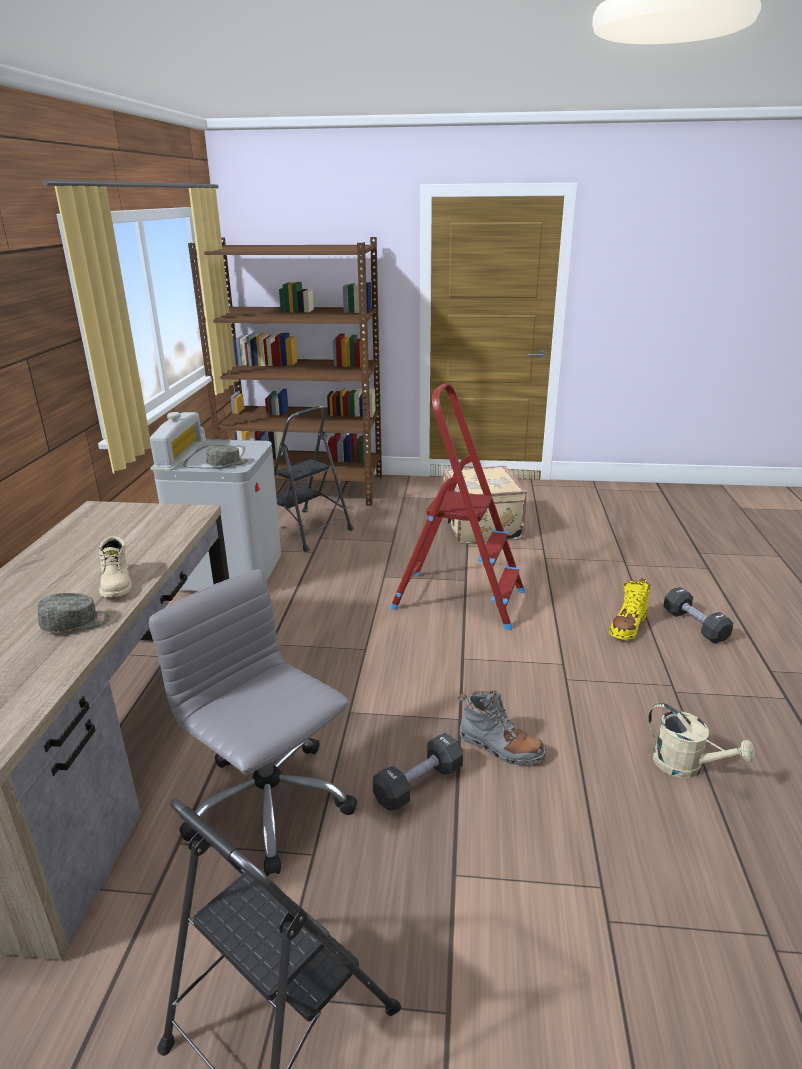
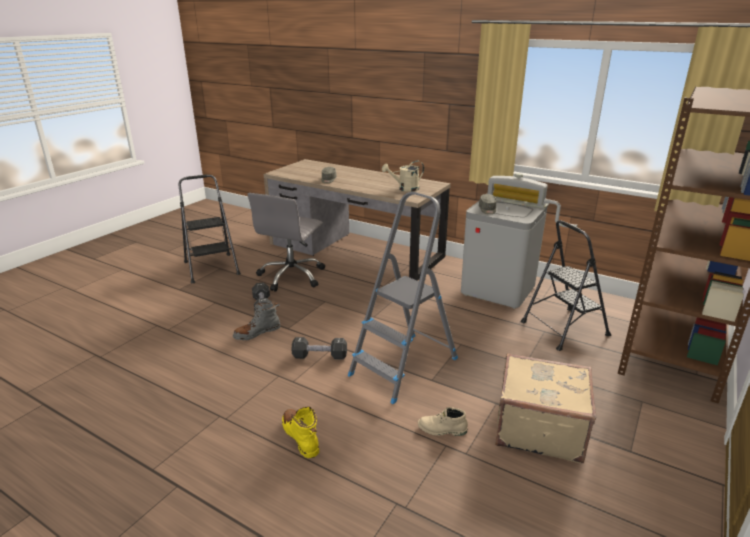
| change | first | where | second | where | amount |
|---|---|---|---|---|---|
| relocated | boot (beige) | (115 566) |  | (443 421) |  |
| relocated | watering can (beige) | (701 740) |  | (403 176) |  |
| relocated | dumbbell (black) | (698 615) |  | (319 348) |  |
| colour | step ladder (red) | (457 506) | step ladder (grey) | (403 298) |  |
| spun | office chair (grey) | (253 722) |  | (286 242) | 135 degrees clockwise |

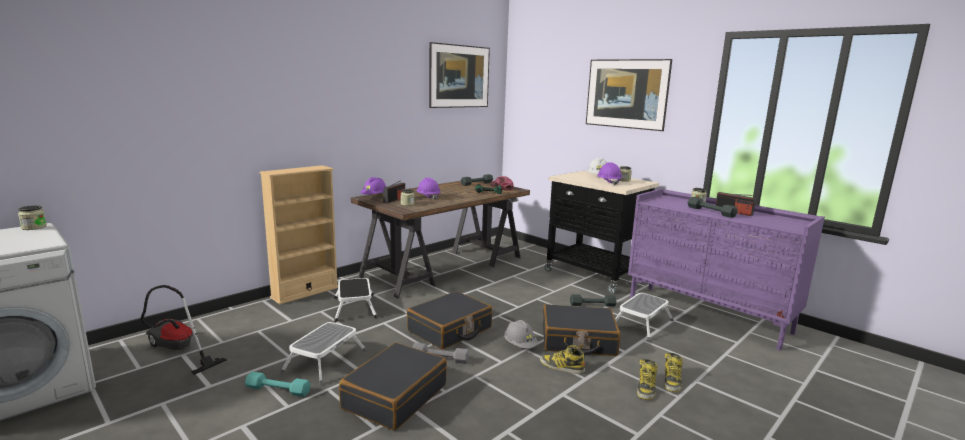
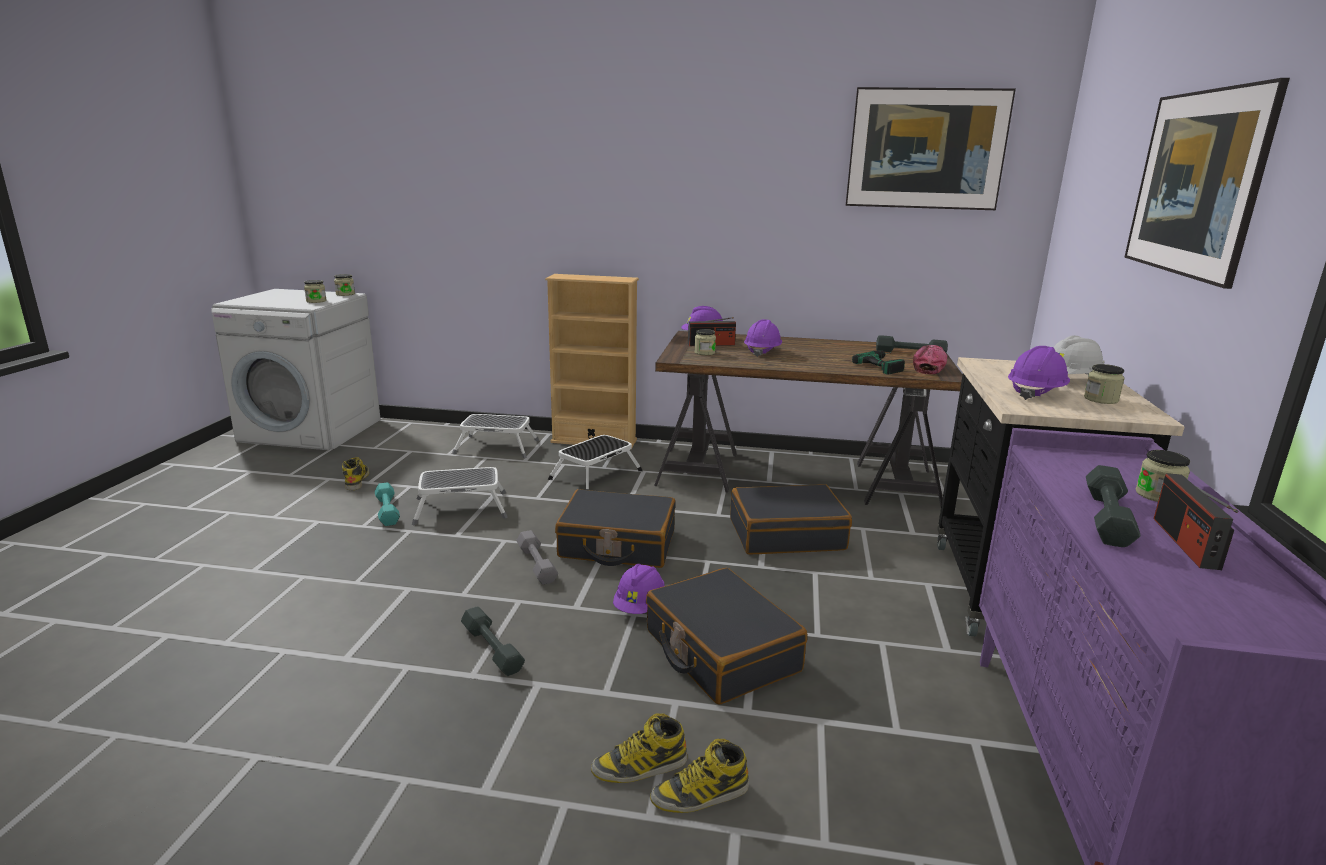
| change | first | where | second | where | amount |
|---|---|---|---|---|---|
| missing | vacuum cleaner | (184 330) |  |  |  |
| appeared |  |  | jar | (315 291) |  |
| relocated | suitcase (black) | (393 387) |  | (791 519) |  |
| relocated | boot | (562 359) |  | (355 473) |  |
| relocated | dumbbell (grey) | (593 300) |  | (493 641) |  |
| relocated | step ladder (grey) | (644 317) |  | (495 436) |  |
| colour | hard hat (grey) | (521 334) | hard hat (purple) | (638 589) |  |

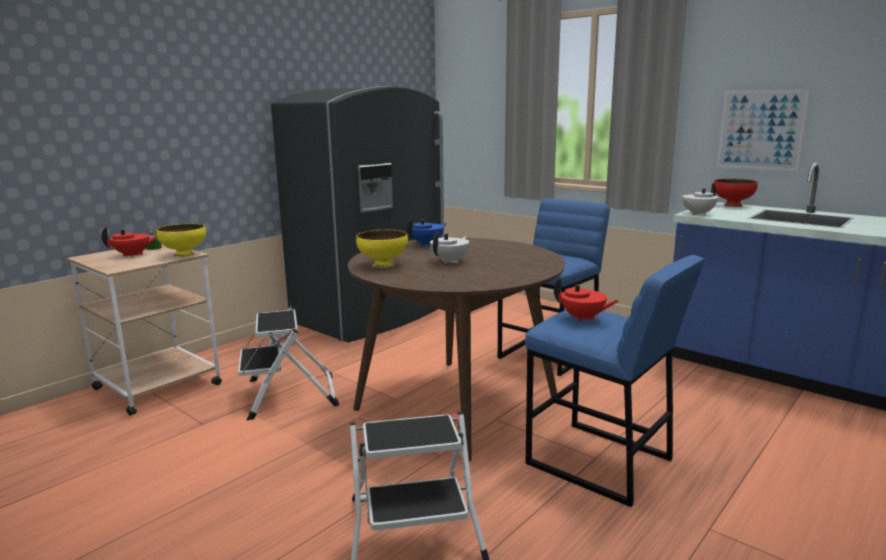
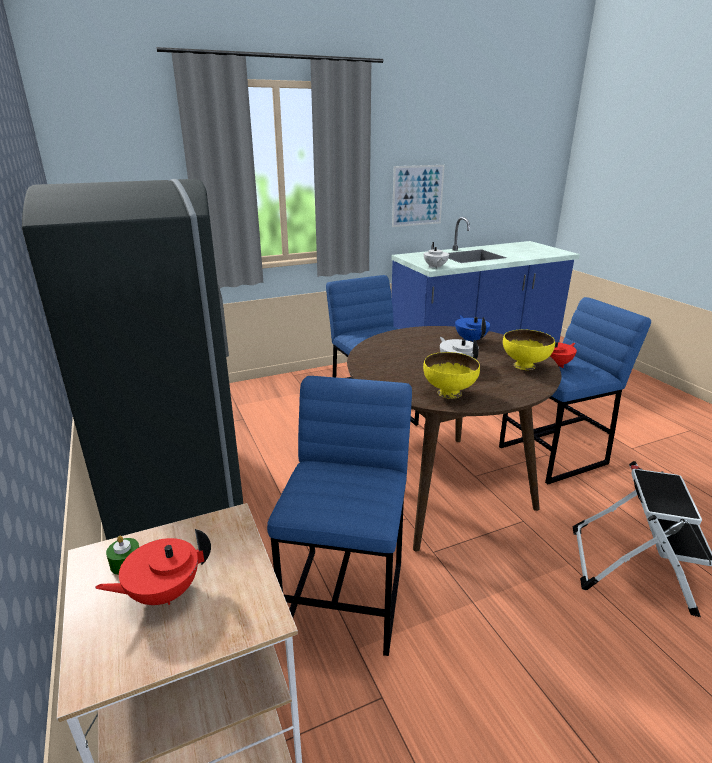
| change | first | where | second | where | amount |
|---|---|---|---|---|---|
| missing | bowl (red) | (736 193) |  |  |  |
| relocated | bowl (yellow) | (181 240) |  | (529 349) |  |
| relocated | teapot (blue) | (427 231) |  | (472 328) |  |
| exchanged | step ladder | (288 363) | stool (blue) | (339 516) |  |
| spun | teapot (red) | (129 241) |  | (153 567) | 120 degrees counterclockwise |

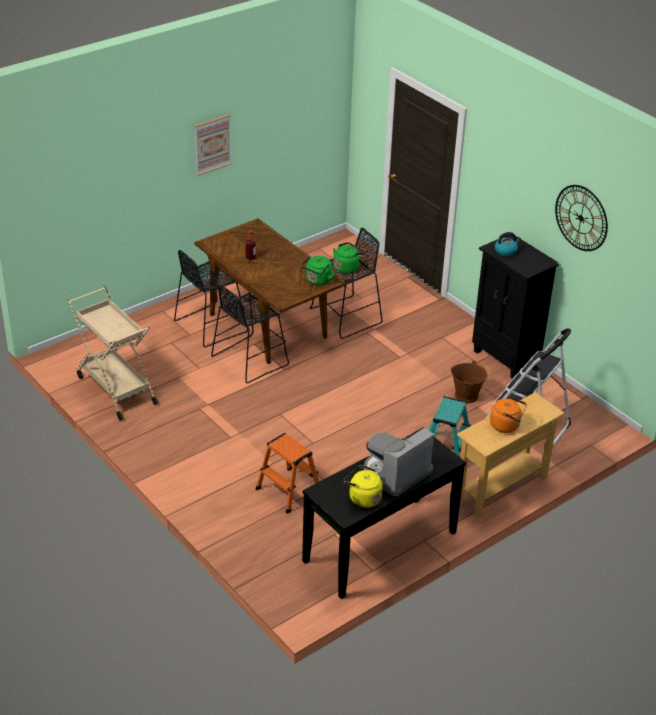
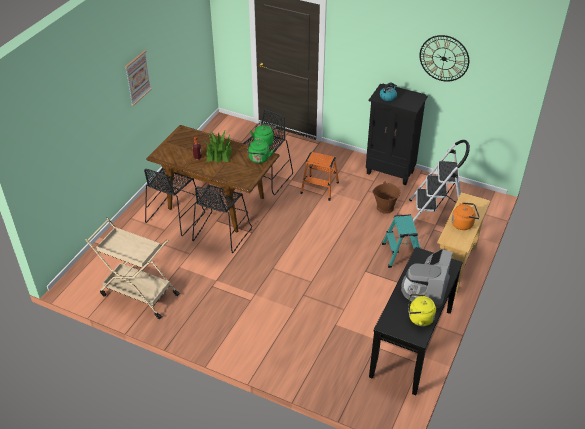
| change | first | where | second | where | amount |
|---|---|---|---|---|---|
| appeared |  |  | potted plant | (219 146) |  |
| relocated | step ladder (orange) | (287 473) |  | (319 176) |  |

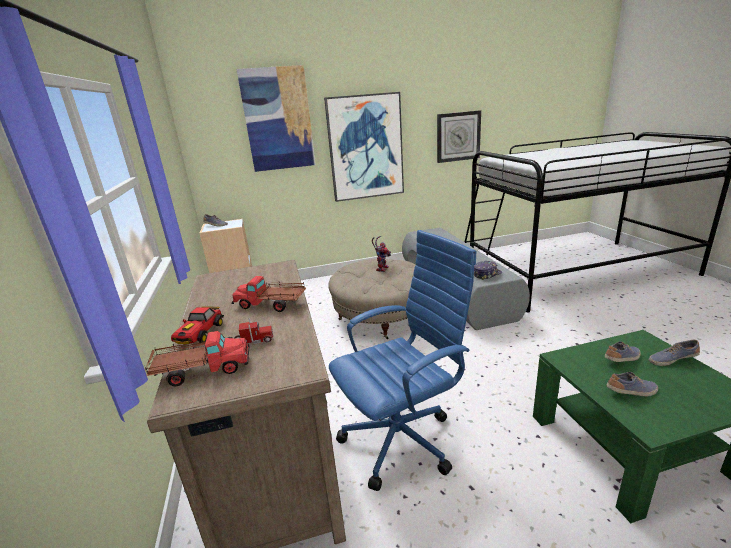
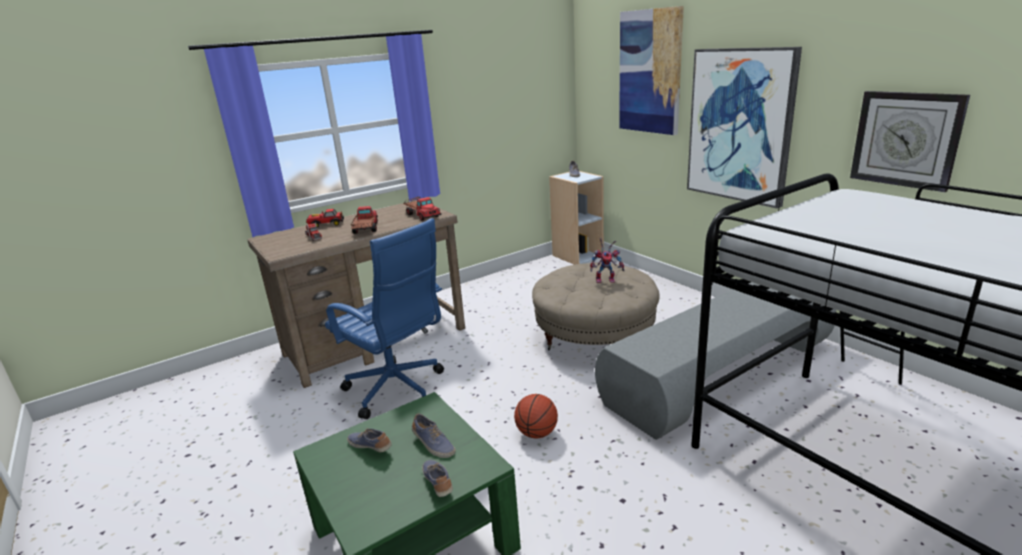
| change | first | where | second | where | amount |
|---|---|---|---|---|---|
| missing | cap | (488 270) |  |  |  |
| appeared |  |  | basketball | (536 416) |  |
| relocated | toy truck | (196 358) |  | (422 209) |  |
| spun | shoe | (632 384) |  | (369 440) | 150 degrees clockwise |

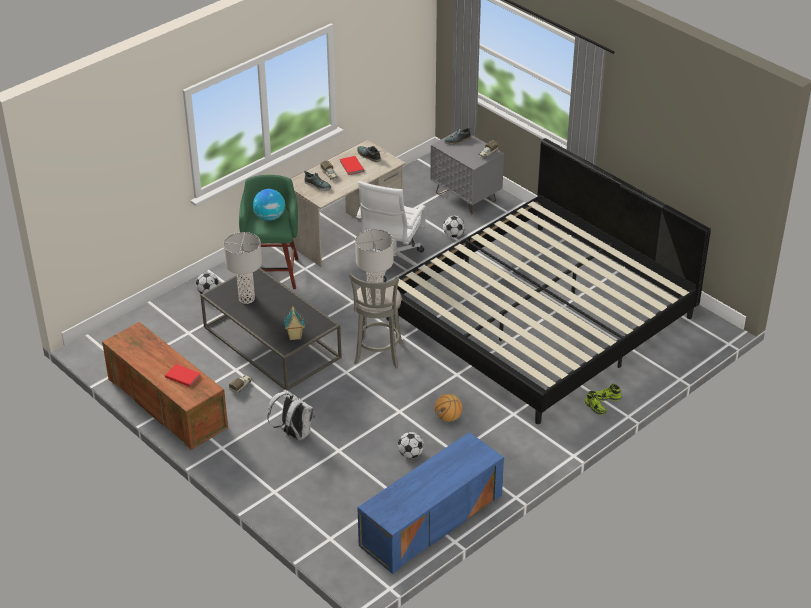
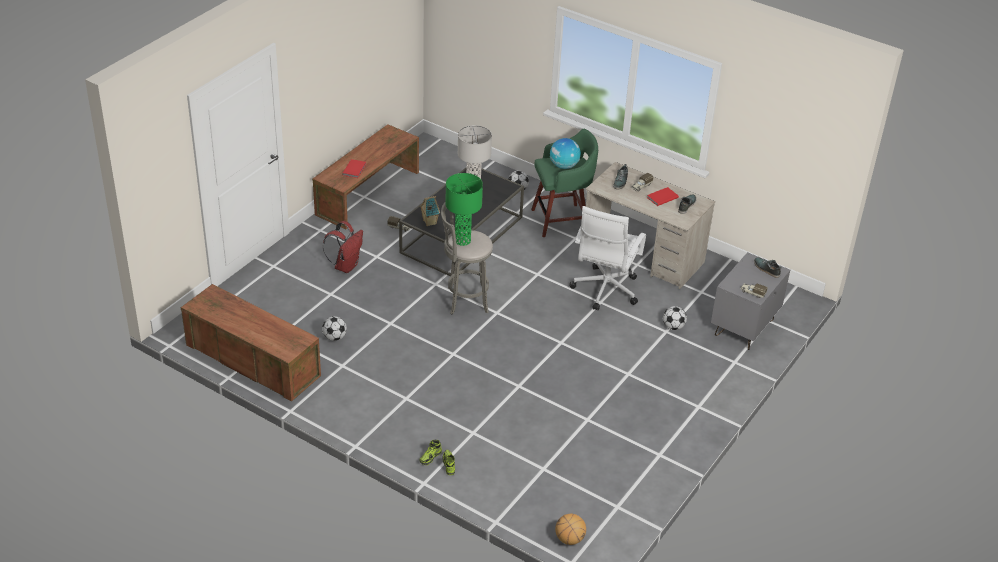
| change | first | where | second | where | amount |
|---|---|---|---|---|---|
| missing | bed | (548 281) |  |  |  |
| relocated | basketball | (448 408) |  | (570 529) |  |
| colour | backpack (white) | (291 415) | backpack (red) | (343 247) |  |
| colour | table lamp (white) | (374 266) | table lamp (green) | (464 209) |  |
| colour | bench (blue) | (430 503) | bench (brown) | (251 343) |  |
| spun | office chair (white) | (391 231) |  | (608 258) | 75 degrees counterclockwise |

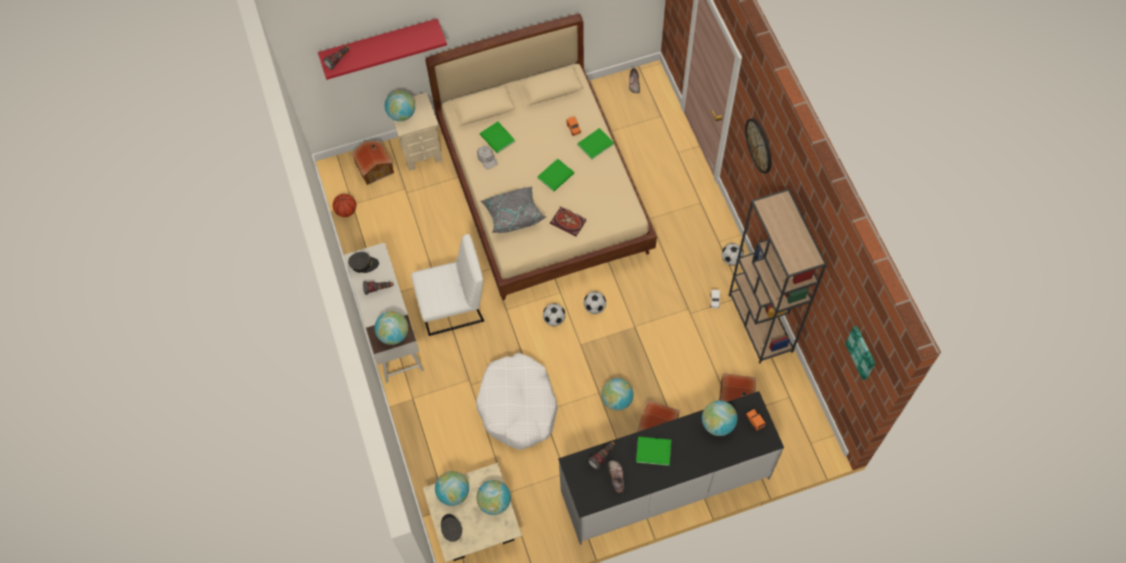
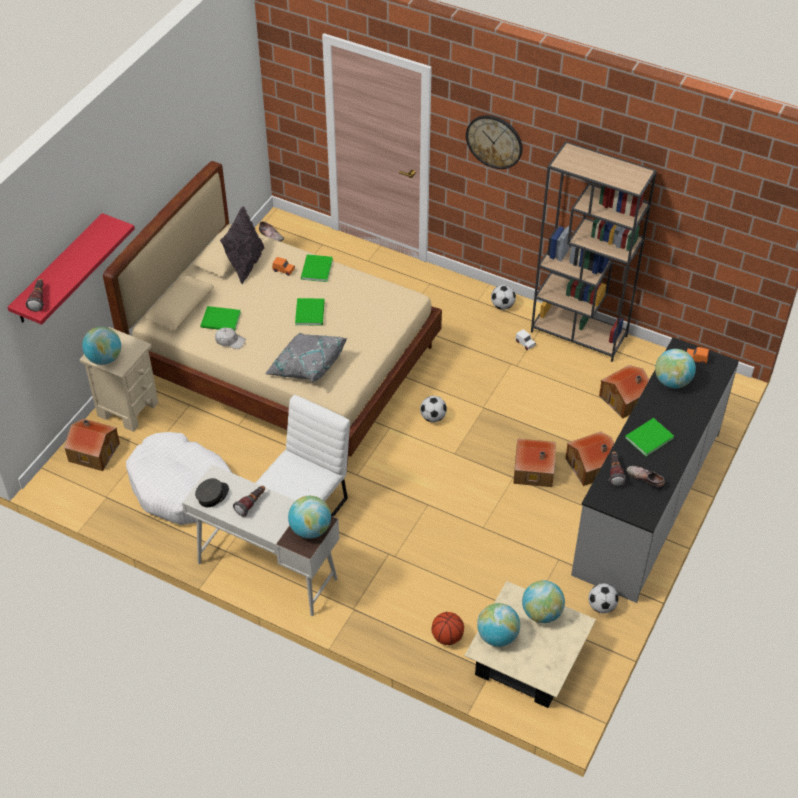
| change | first | where | second | where | amount |
|---|---|---|---|---|---|
| missing | cap (grey) | (451 528) |  |  |  |
| missing | book | (568 222) |  |  |  |
| missing | picture | (860 353) |  |  |  |
| appeared |  |  | pillow (black) | (242 245) |  |
| relocated | basketball | (344 205) |  | (448 628) |  |
| relocated | dog bed (white) | (517 401) |  | (179 478) |  |
| relocated | football | (554 315) |  | (603 598) |  |
| exchanged | globe | (617 394) | toy house | (534 462) |  |

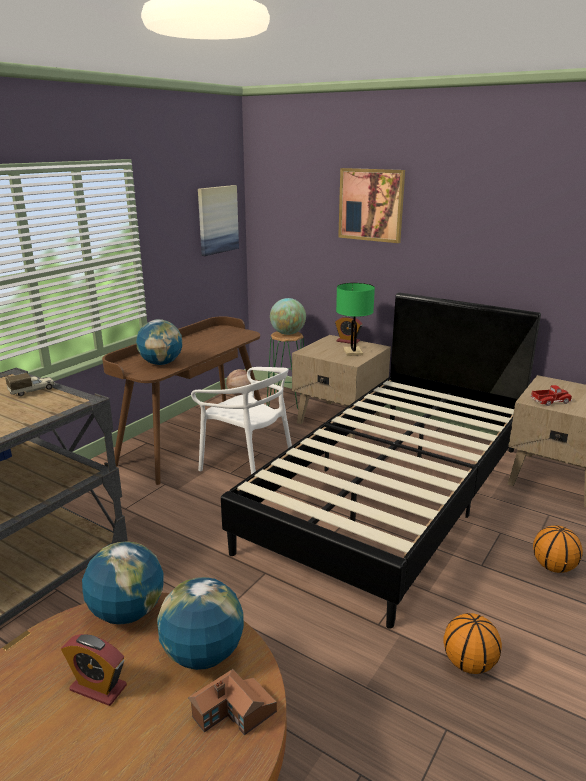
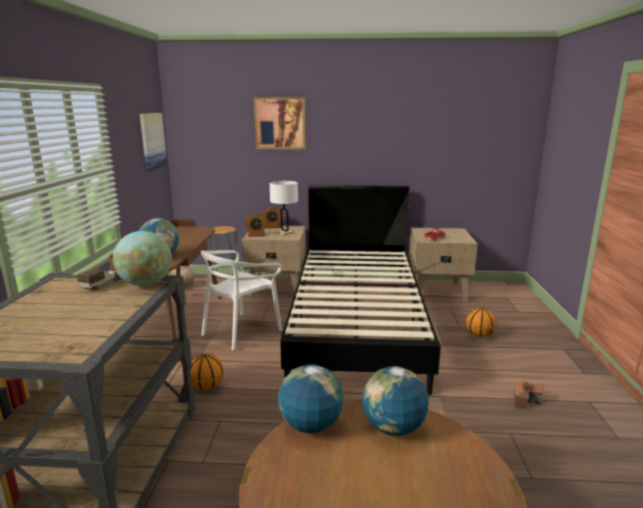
| change | first | where | second | where | amount |
|---|---|---|---|---|---|
| relocated | alarm clock | (94 670) |  | (256 225) |  |
| relocated | toy house | (232 702) |  | (529 395) |  |
| relocated | globe | (288 316) |  | (142 258) |  |
| relocated | basketball | (472 643) |  | (206 371) |  |
| colour | table lamp (green) | (355 319) | table lamp (white) | (284 207) |  |
| spun | chair (white) | (241 420) |  | (241 300) | 120 degrees clockwise |

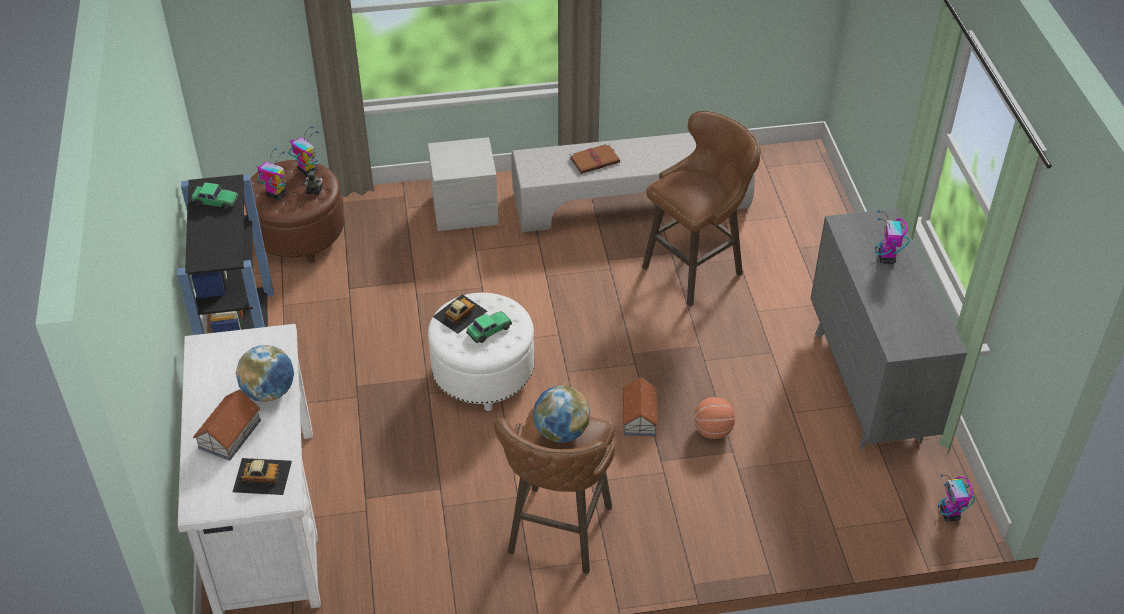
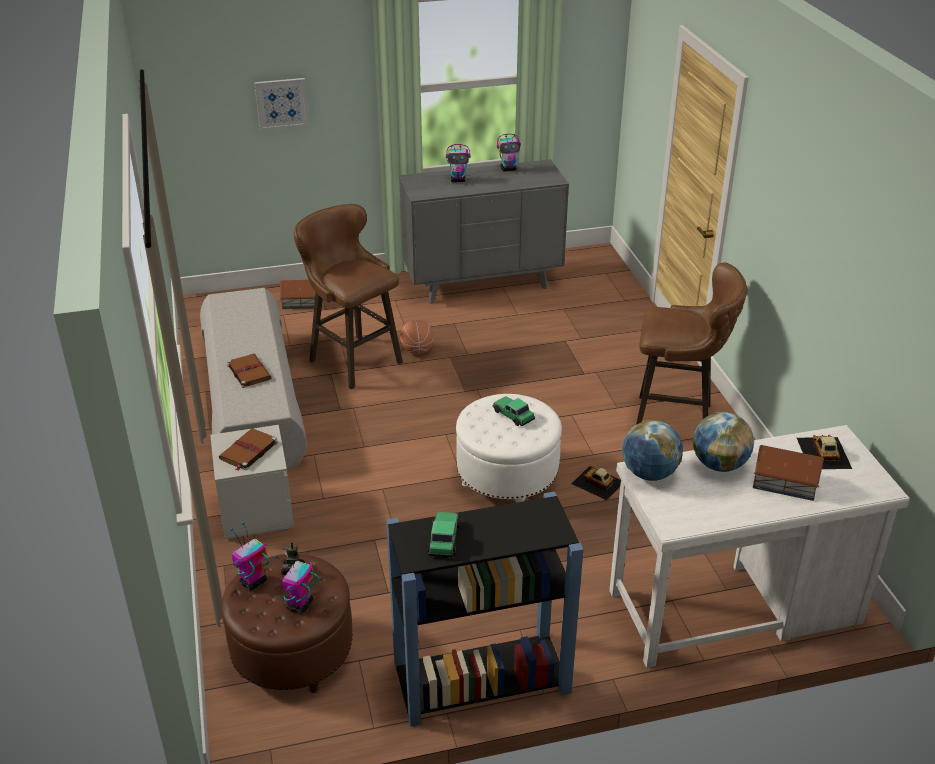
| change | first | where | second | where | amount |
|---|---|---|---|---|---|
| appeared |  |  | book (brown) | (248 450) |  |
| appeared |  |  | picture | (281 104) |  |
| relocated | toy car | (460 314) |  | (596 483) |  |
| relocated | globe | (561 414) |  | (652 450) |  |
| relocated | toy house | (640 406) |  | (297 294) |  |
| relocated | basketball | (714 418) |  | (417 337) |  |
| relocated | toy robot | (956 498) |  | (509 153) |  |

